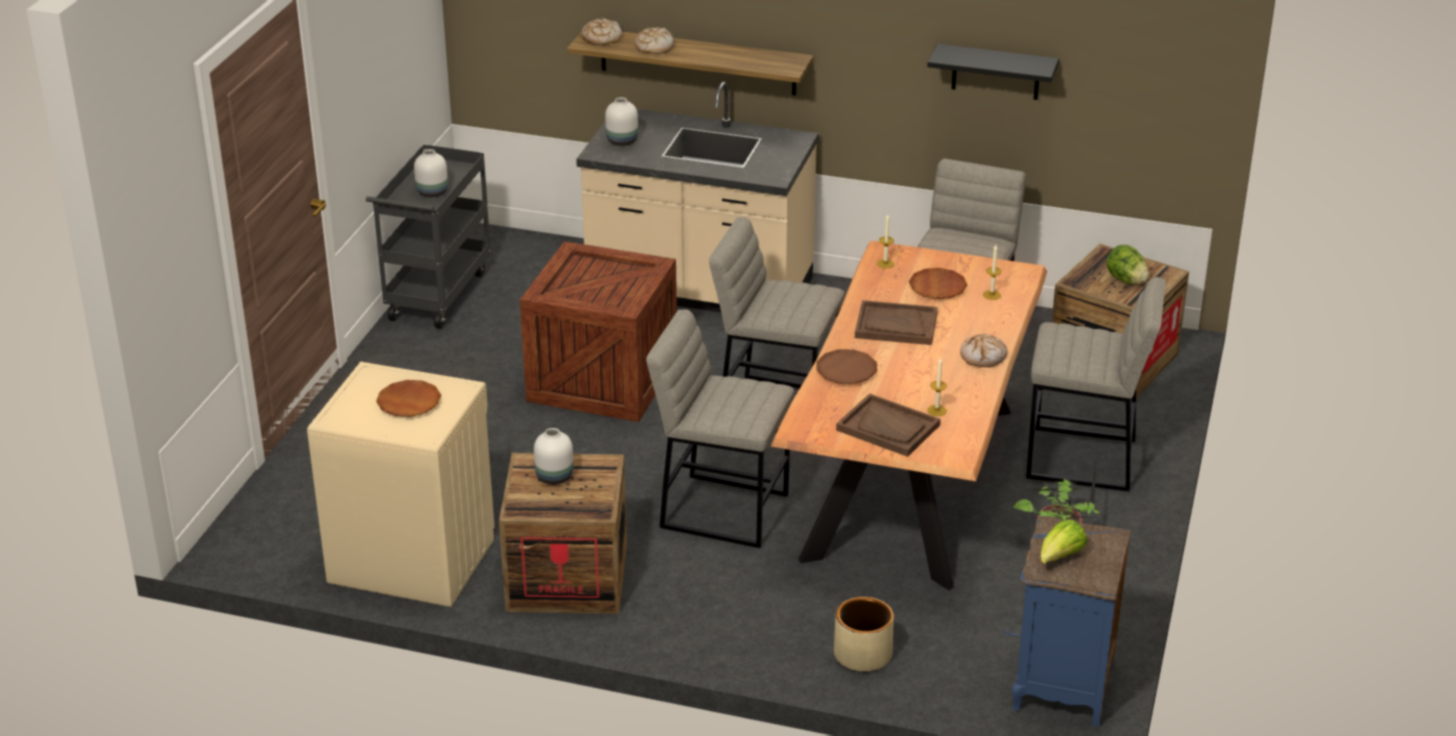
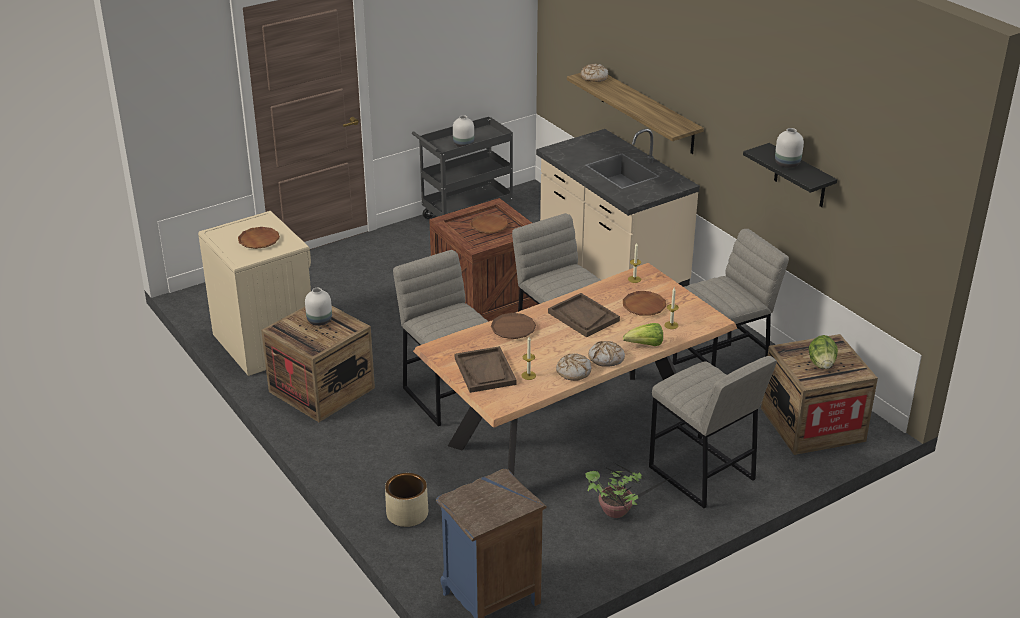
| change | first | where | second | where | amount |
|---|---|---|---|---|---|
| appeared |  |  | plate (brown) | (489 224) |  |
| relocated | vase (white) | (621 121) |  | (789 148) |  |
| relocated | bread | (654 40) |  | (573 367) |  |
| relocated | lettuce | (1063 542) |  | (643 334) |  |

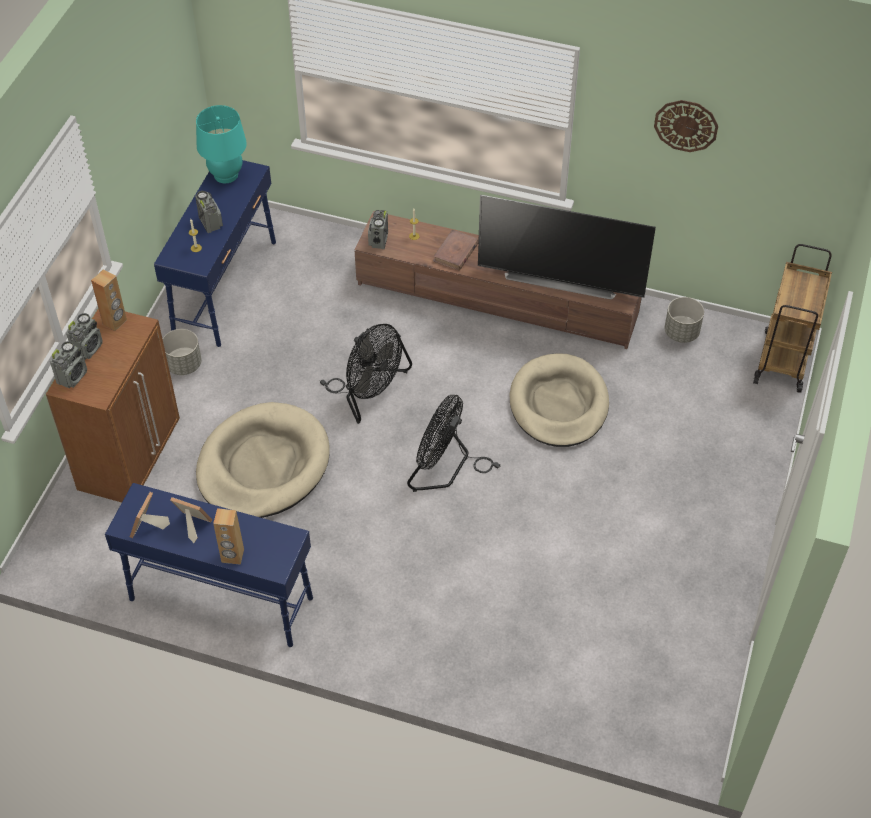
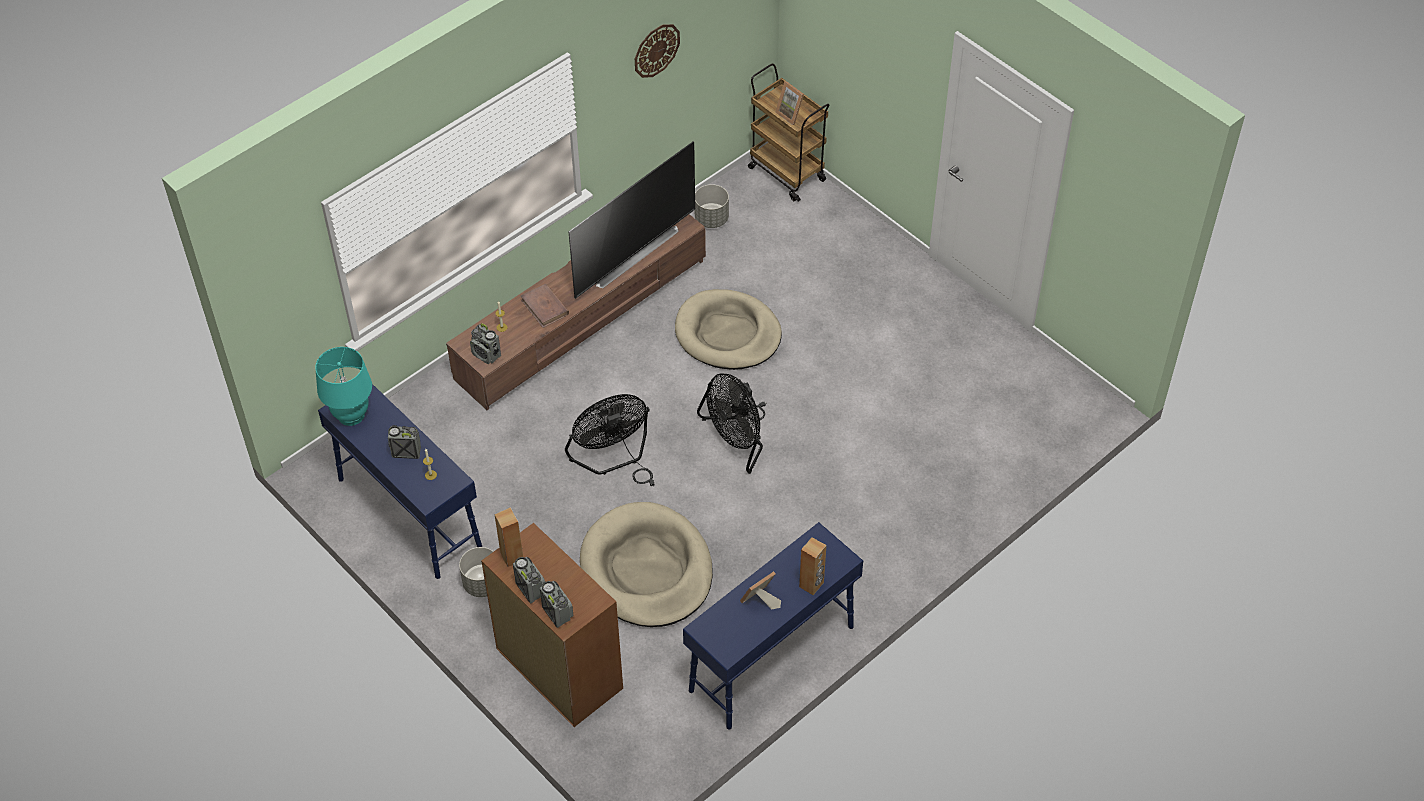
| change | first | where | second | where | amount |
|---|---|---|---|---|---|
| relocated | picture frame | (150 515) |  | (789 103) |  |
| spun | fan (black) | (366 374) |  | (610 440) | 90 degrees counterclockwise |

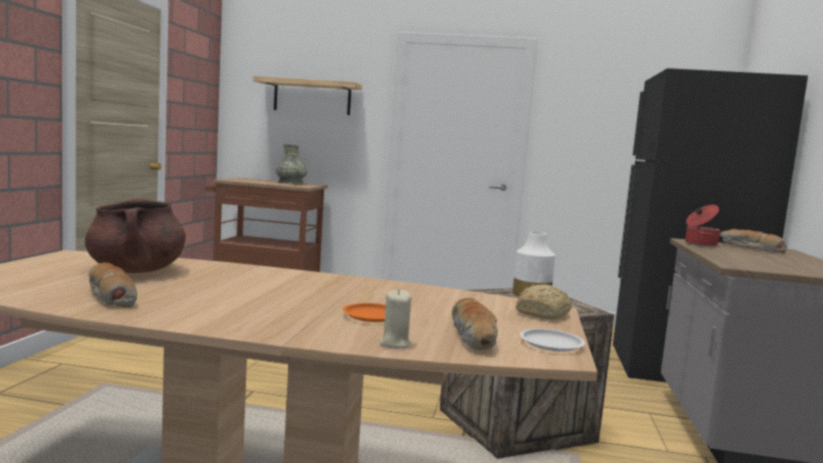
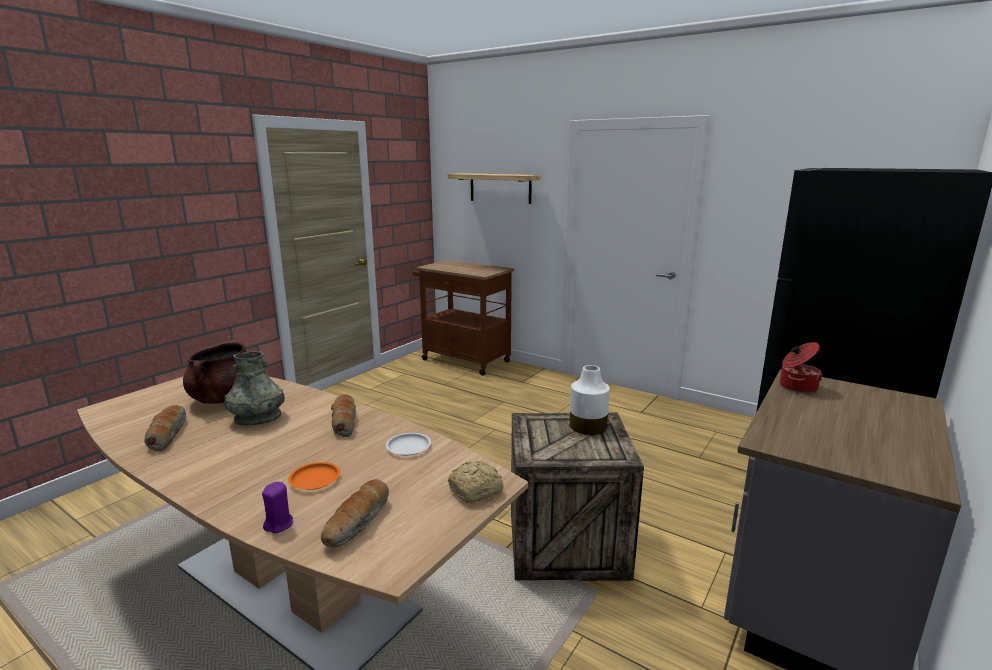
| change | first | where | second | where | amount |
|---|---|---|---|---|---|
| relocated | vase (grey) | (291 164) |  | (254 388) |  |
| relocated | plate (white) | (552 340) |  | (408 444) |  |
| relocated | bread | (753 241) |  | (343 415) |  |
| colour | candle (beige) | (395 318) | candle (purple) | (277 507) |  |

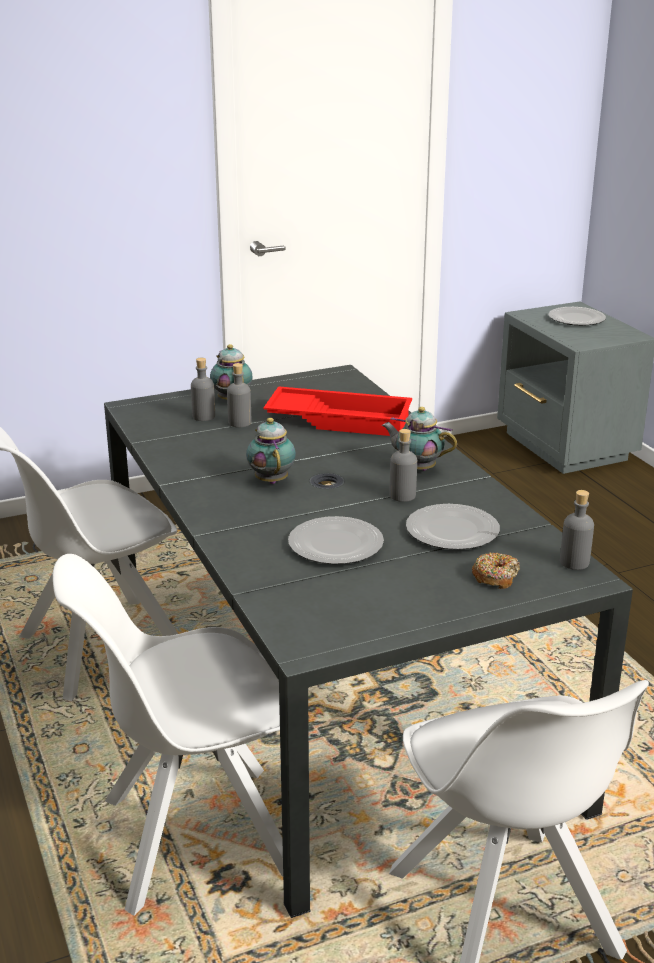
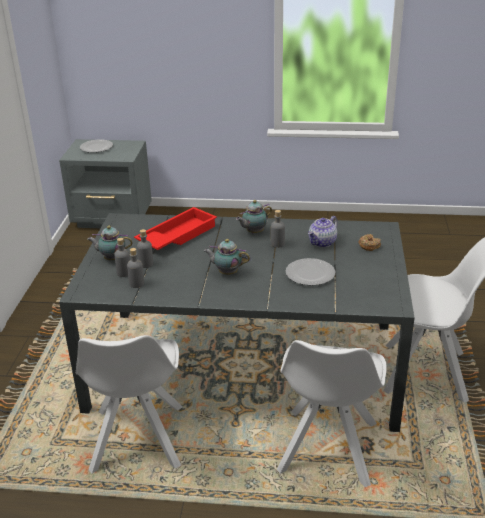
| change | first | where | second | where | amount |
|---|---|---|---|---|---|
| relocated | bottle (grey) | (577 530) |  | (135 268) |  |
| exchanged | plate | (453 527) | teapot | (323 231) |  |

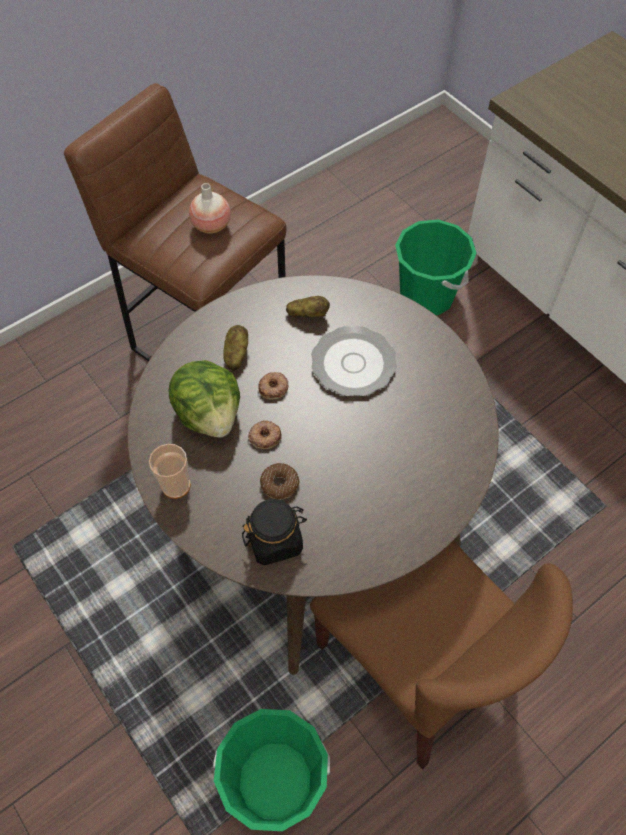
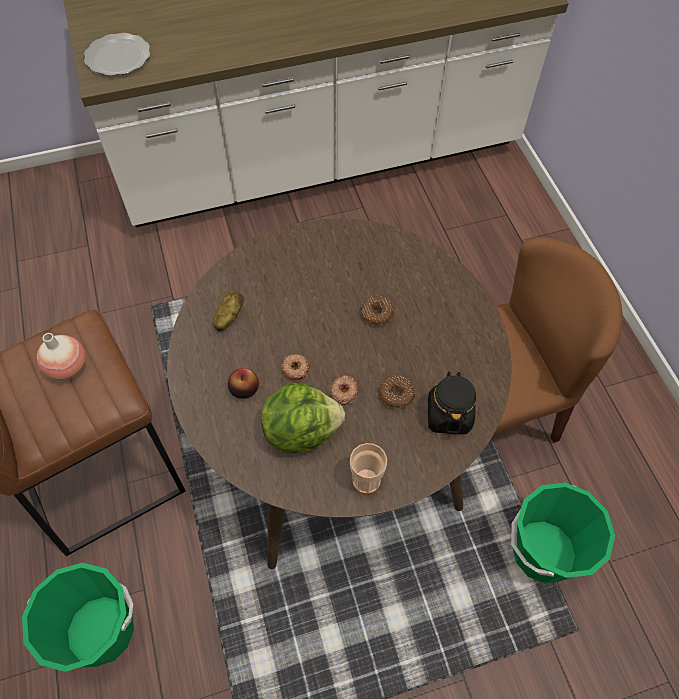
| change | first | where | second | where | amount |
|---|---|---|---|---|---|
| appeared |  |  | donut | (377 310) |  |
| relocated | plate | (354 361) |  | (117 54) |  |
| relocated | bucket (green) | (436 267) |  | (78 617) |  |
| exchanged | potato | (235 348) | apple | (243 383) |  |

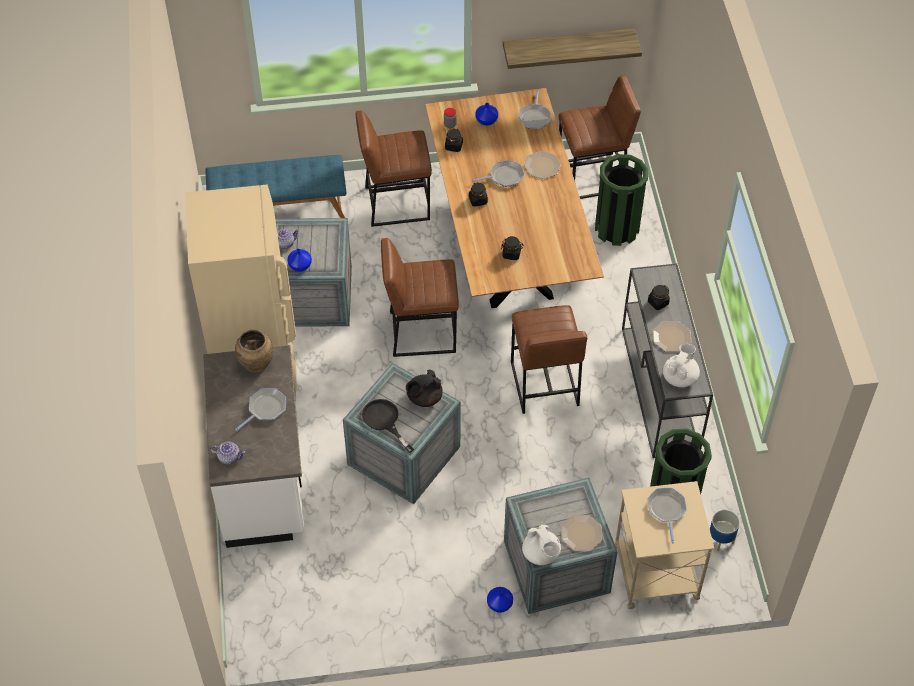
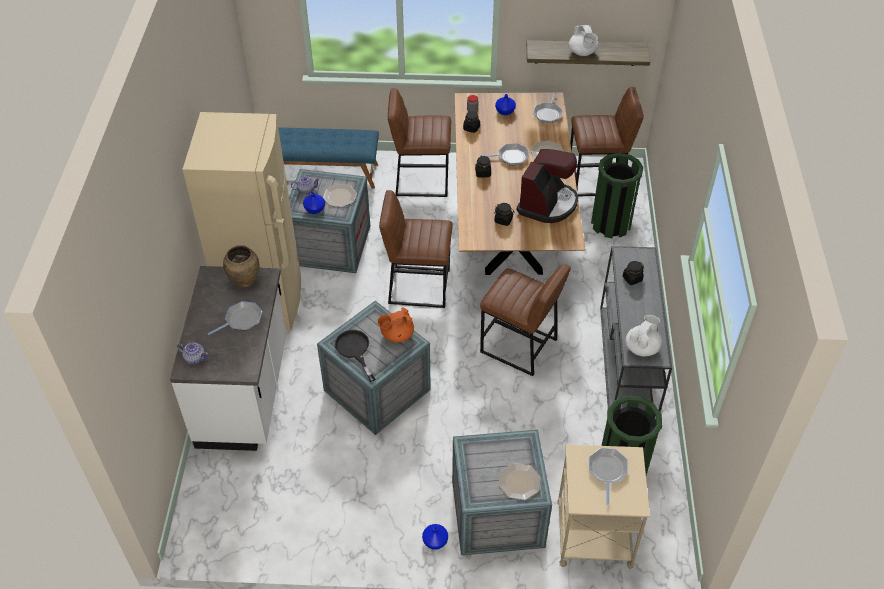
| change | first | where | second | where | amount |
|---|---|---|---|---|---|
| missing | planter | (725 530) |  |  |  |
| appeared |  |  | coffee machine | (547 186) |  |
| relocated | teapot (white) | (541 544) |  | (583 40) |  |
| relocated | plate | (671 336) |  | (340 195) |  |
| colour | teapot (black) | (424 388) | teapot (orange) | (395 325) |  |
| spun | chair (brown) | (549 359) |  | (525 320) | 60 degrees counterclockwise |

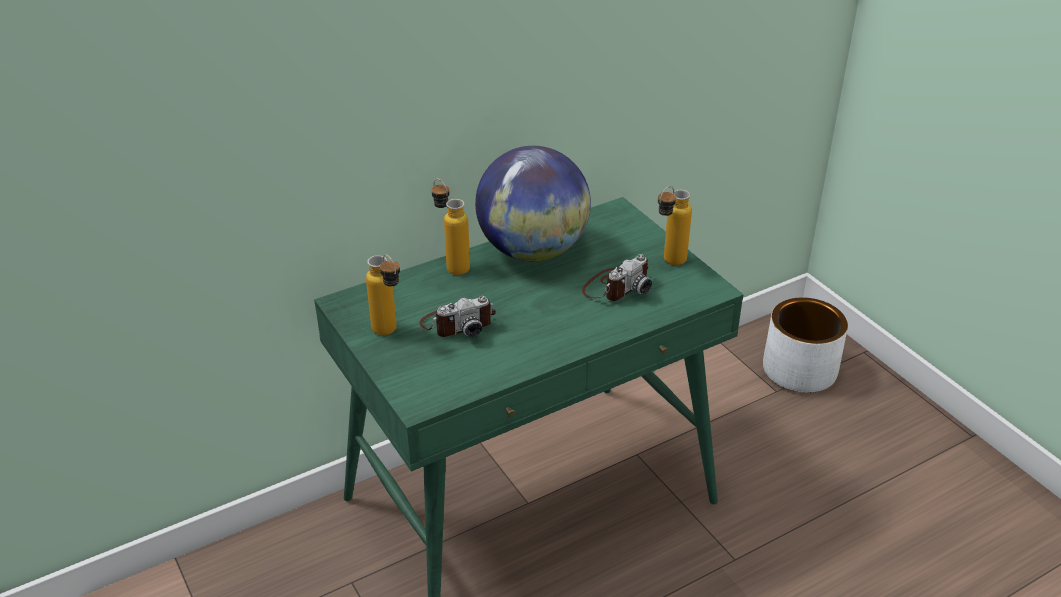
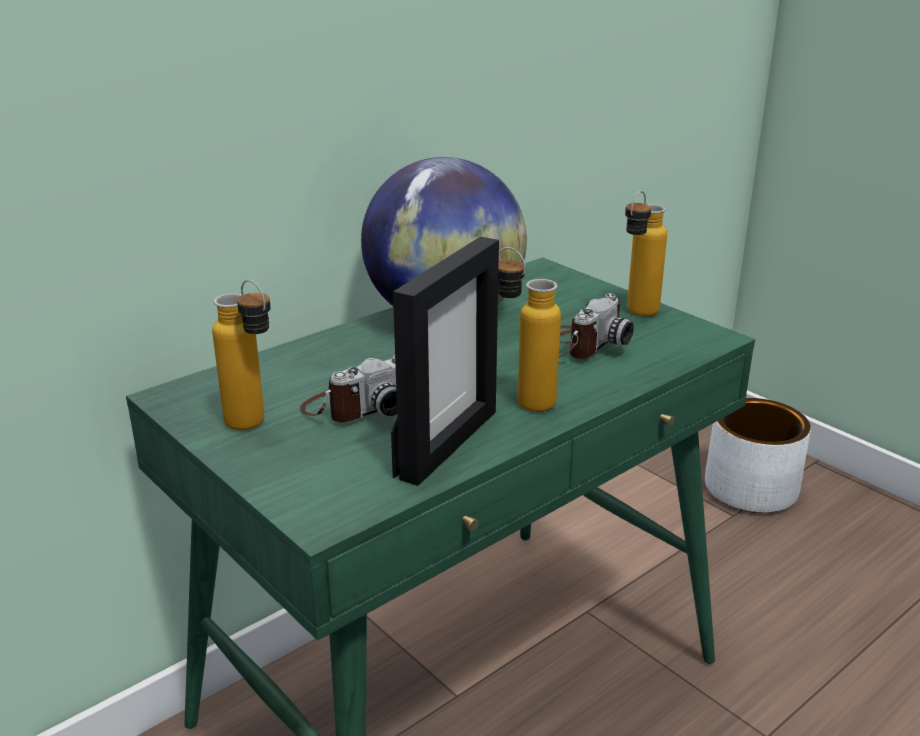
| change | first | where | second | where | amount |
|---|---|---|---|---|---|
| appeared |  |  | picture frame | (445 361) |  |
| relocated | bottle | (451 227) |  | (529 329) |  |

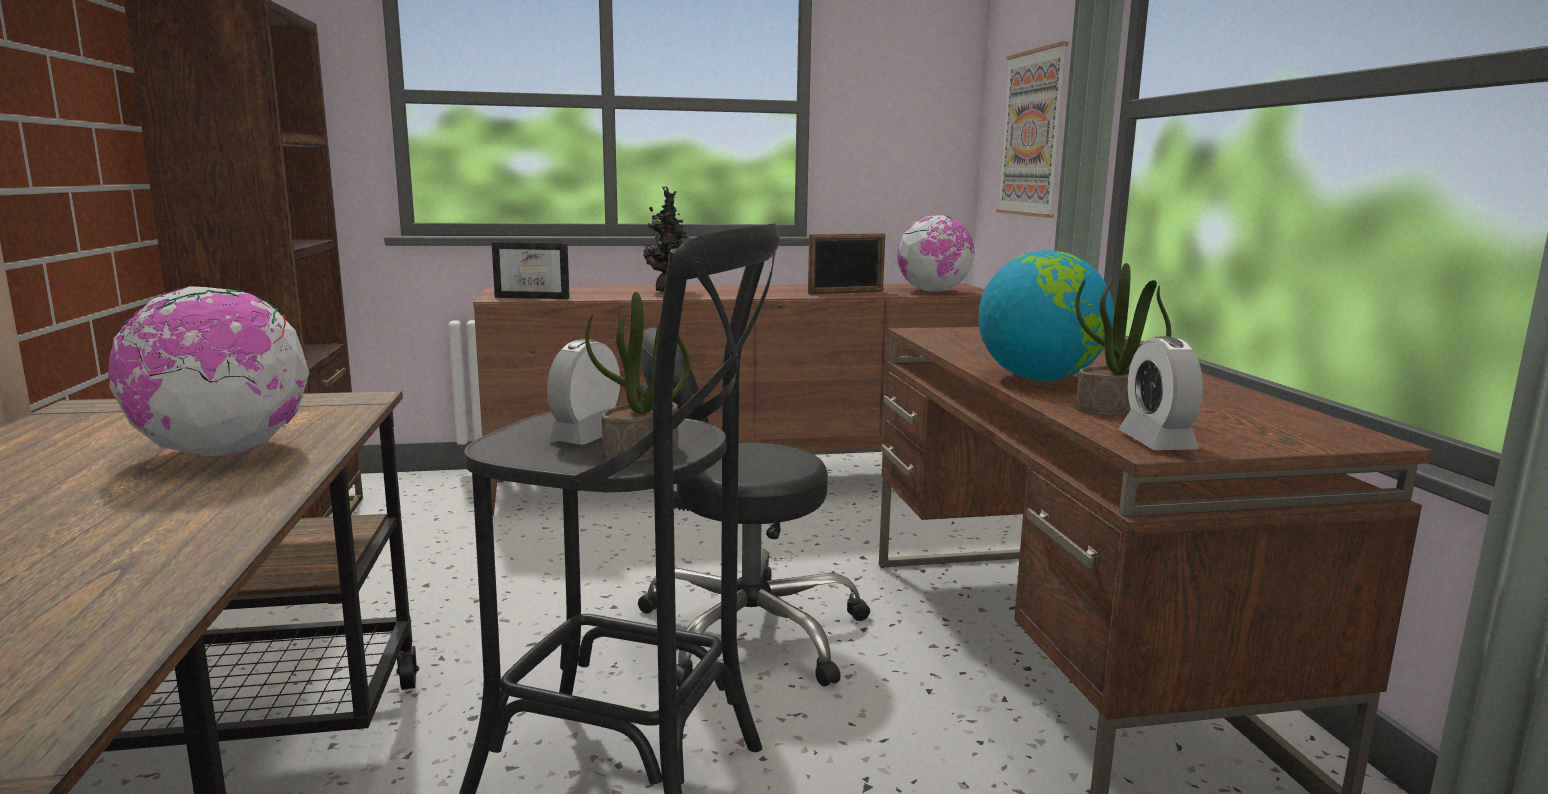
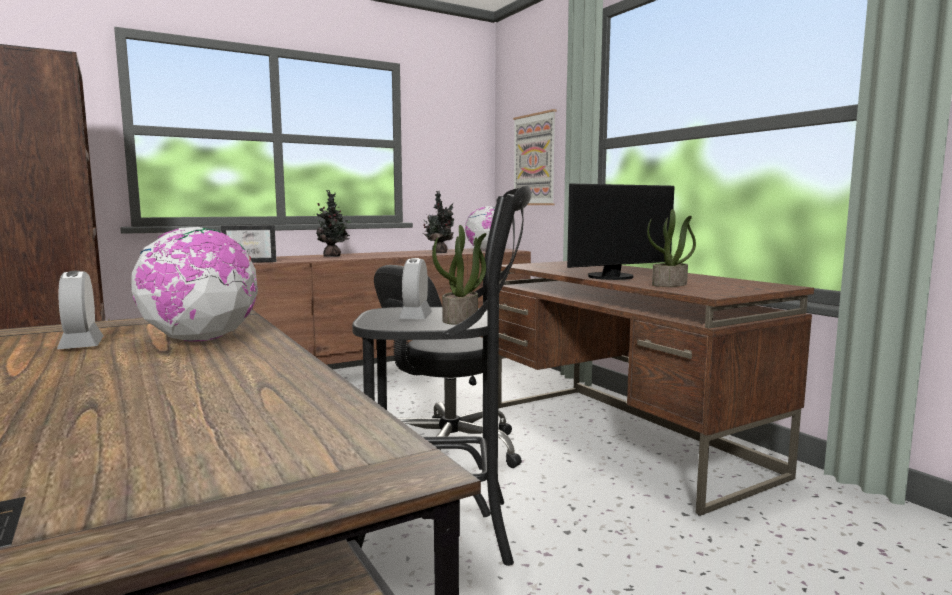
| change | first | where | second | where | amount |
|---|---|---|---|---|---|
| relocated | alarm clock | (1161 393) |  | (80 310) |  |
| exchanged | picture frame | (846 263) | potted plant | (438 222) |  |
| exchanged | globe | (1046 315) | monitor | (620 231) |  |

